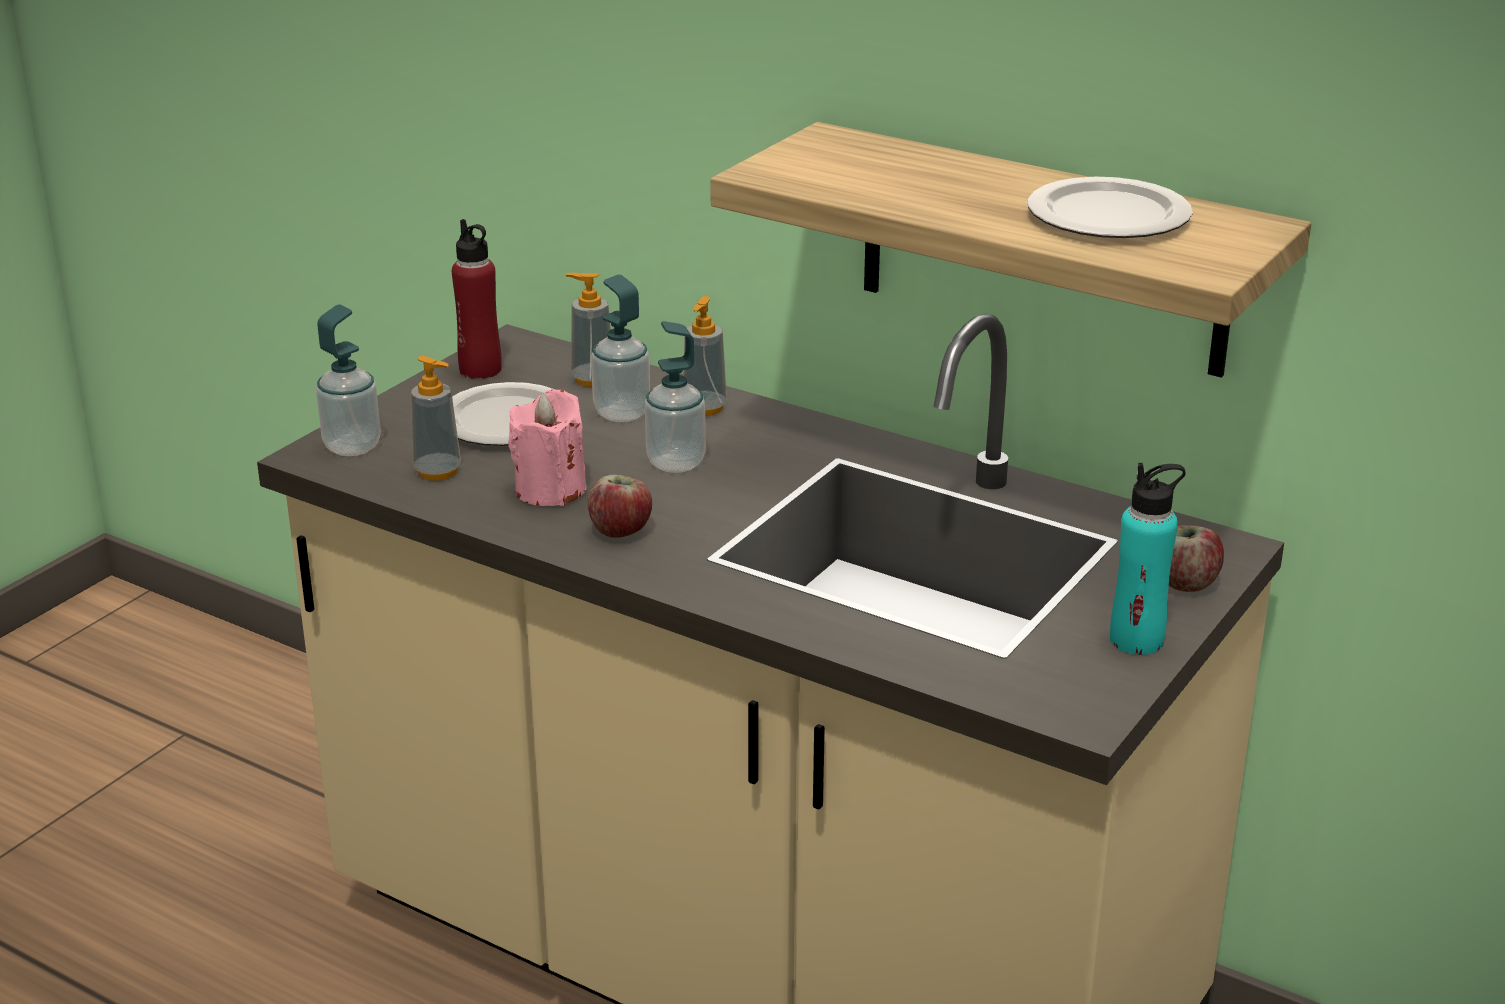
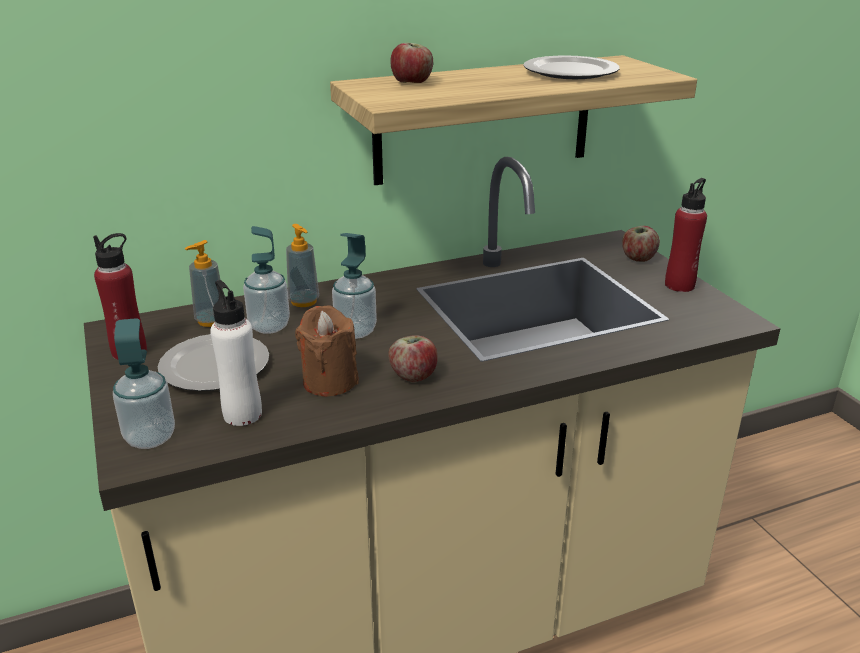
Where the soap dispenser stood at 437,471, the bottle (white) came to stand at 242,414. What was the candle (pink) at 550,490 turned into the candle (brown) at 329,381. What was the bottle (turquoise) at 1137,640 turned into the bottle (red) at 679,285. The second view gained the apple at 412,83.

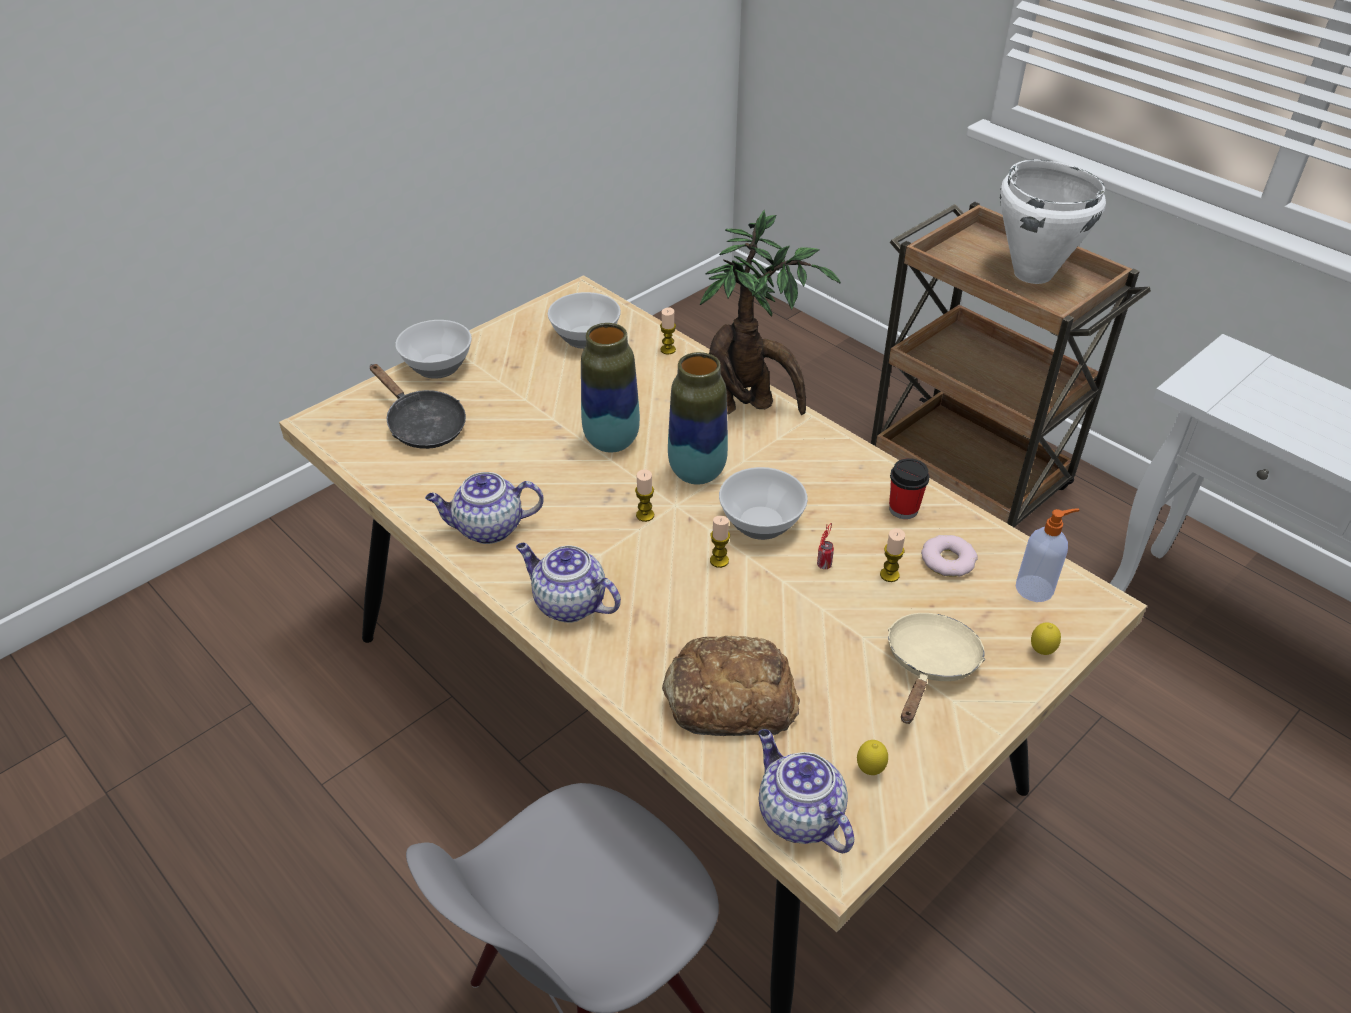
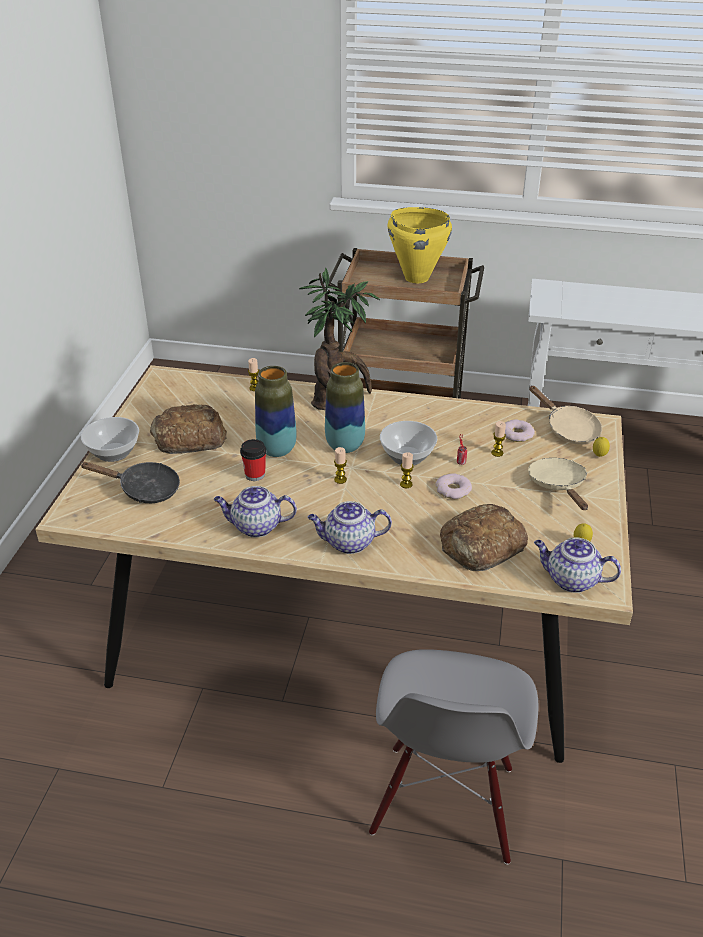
The teapot at 488,528 ended up facing another way, 45 degrees clockwise from before. The second view lost the bowl at 584,337. The cup ended up elsewhere, having gone from 903,509 to 255,475. What was the cooking pot (white) at 1032,273 turned into the cooking pot (yellow) at 416,278. Where the soap dispenser stood at 1035,588, the frying pan (beige) came to stand at 568,429. The second view gained the bread at 188,437. The second view gained the donut at 453,490.

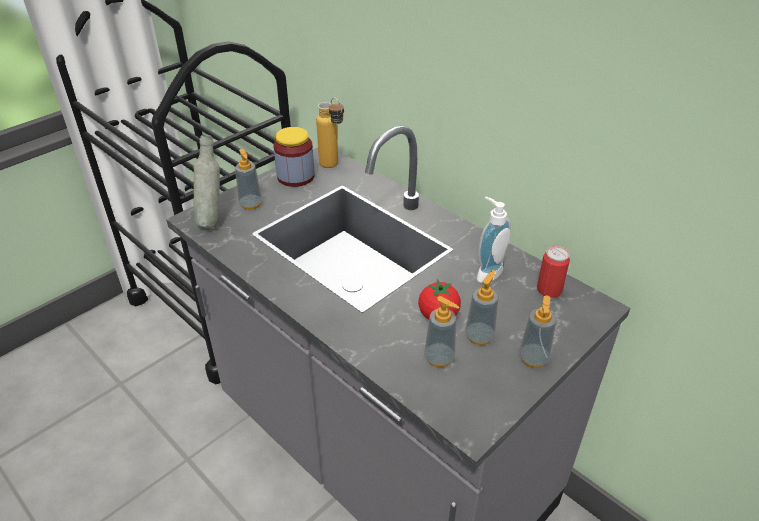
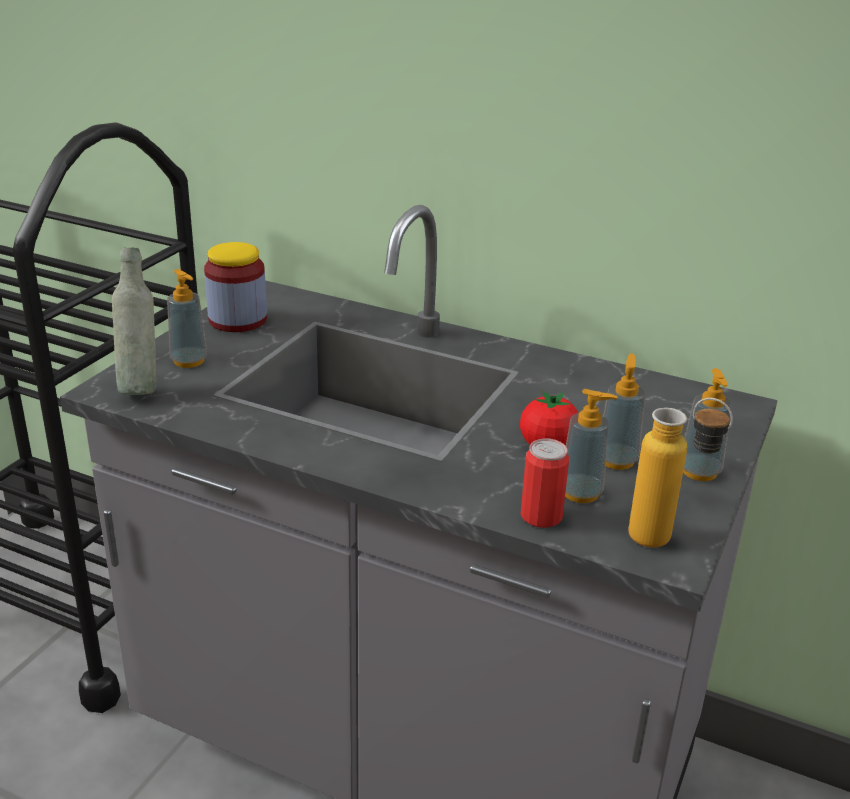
The bottle ended up elsewhere, having gone from 333,167 to 666,542. The second view lost the soap dispenser at 486,272. The can ended up elsewhere, having gone from 549,290 to 541,516.

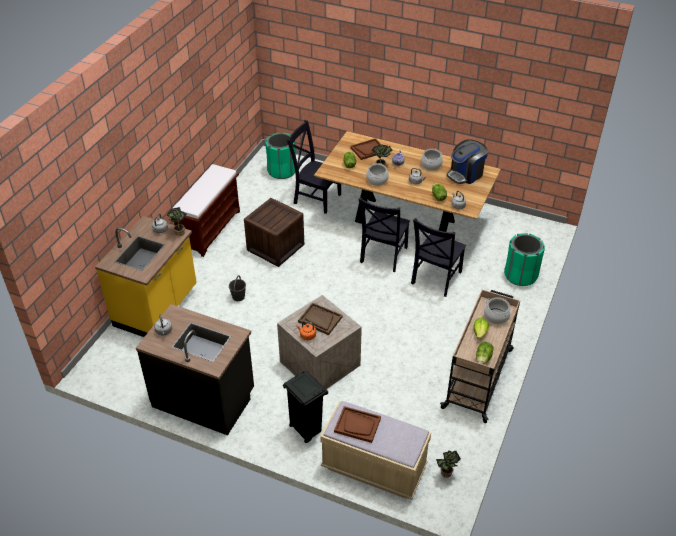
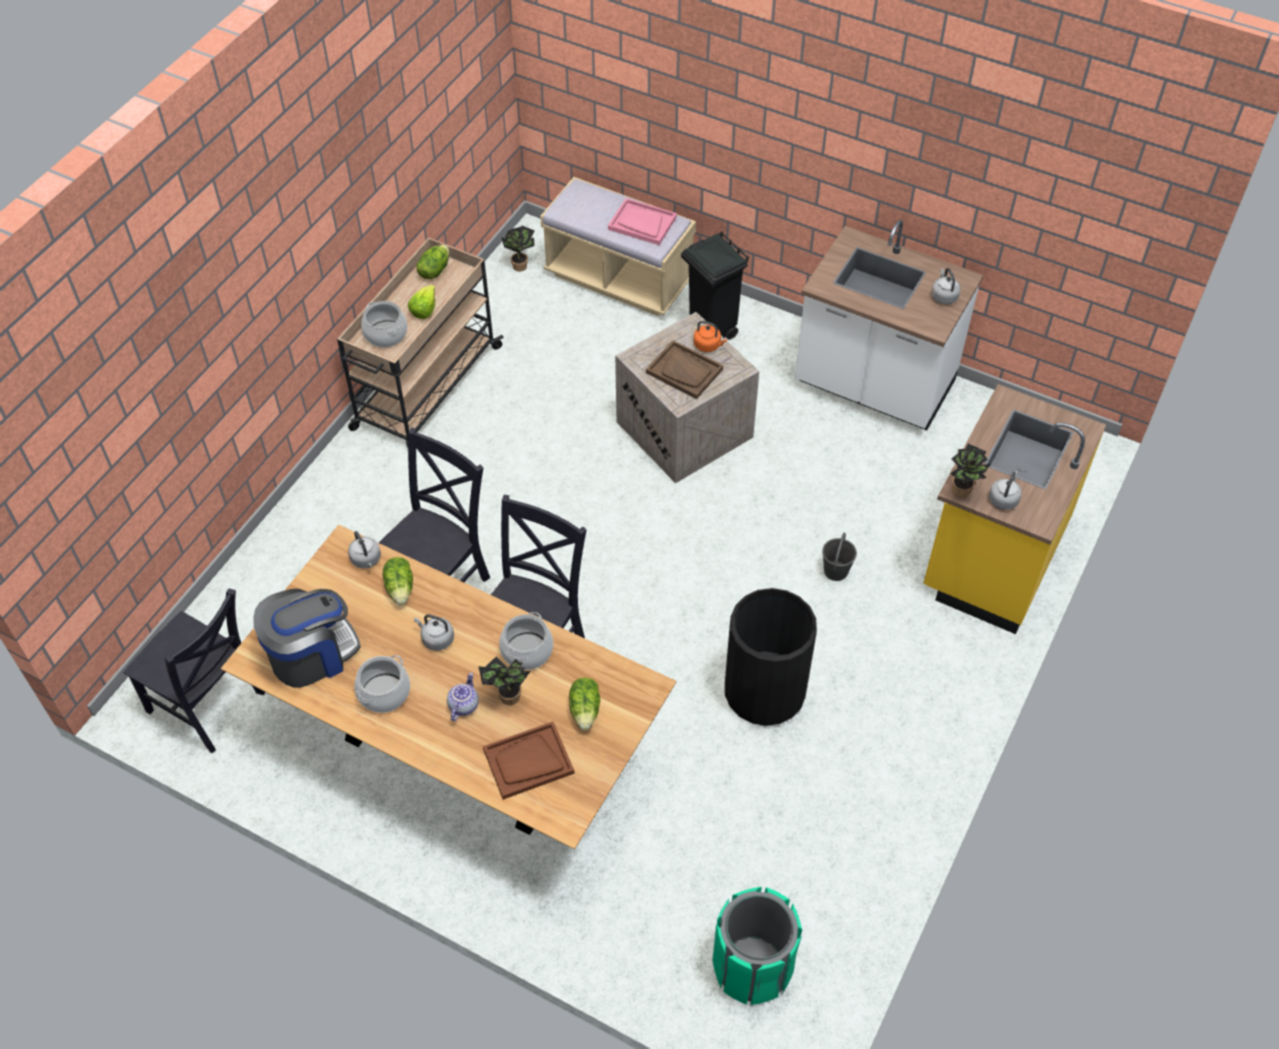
What was the counter (black) at 204,398 turned into the counter (white) at 873,386. The second view lost the bench (brown) at 210,229. Where the crate stood at 275,247, the trash can (black) came to stand at 764,692. The chair (black) ended up elsewhere, having gone from 315,198 to 209,705. What was the tray (brown) at 357,425 turned into the tray (pink) at 642,223. The second view lost the trash can (green) at 520,275.

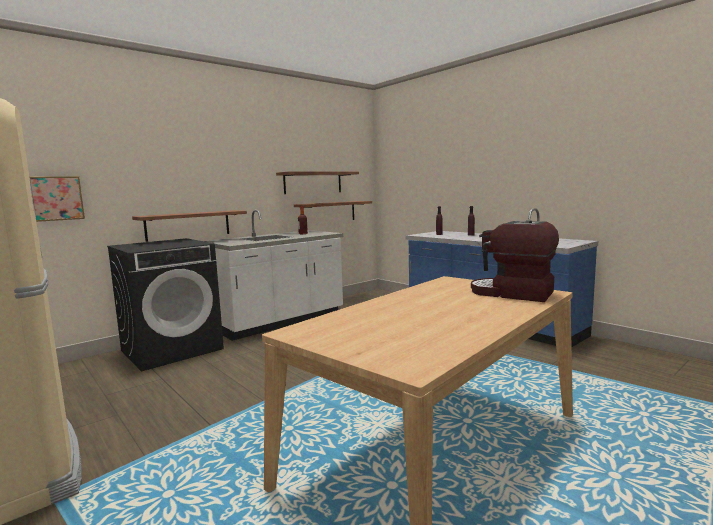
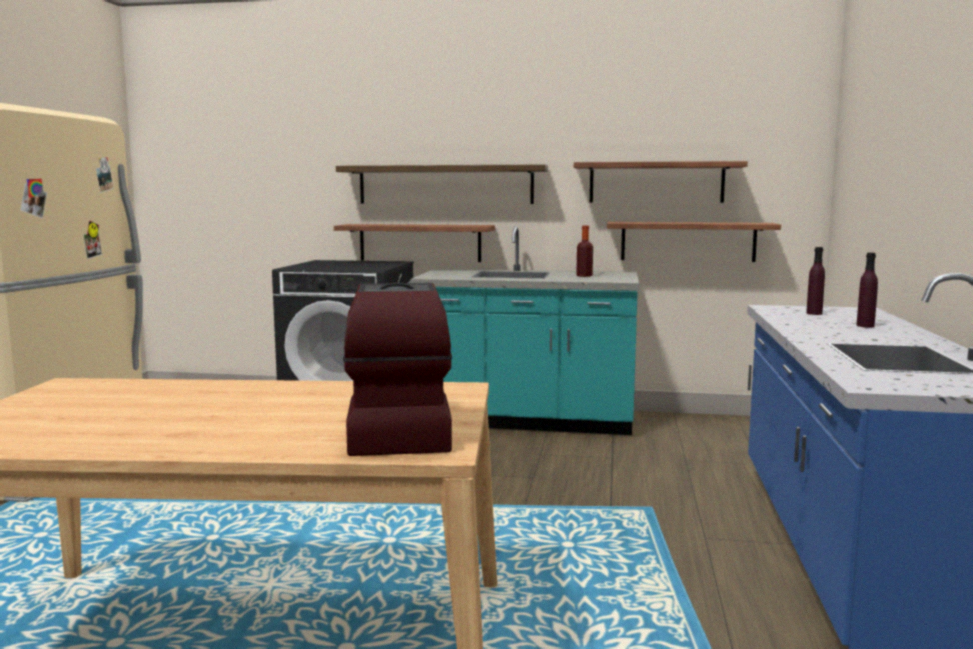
The second view lost the picture at 56,198. What was the counter (white) at 280,321 turned into the counter (turquoise) at 527,420. The second view gained the shelf at 445,185.

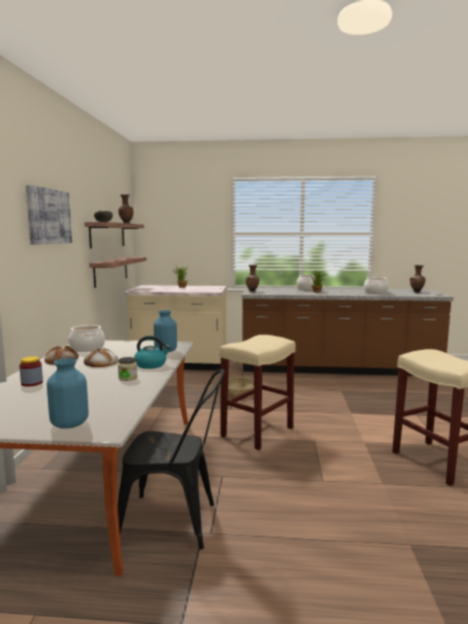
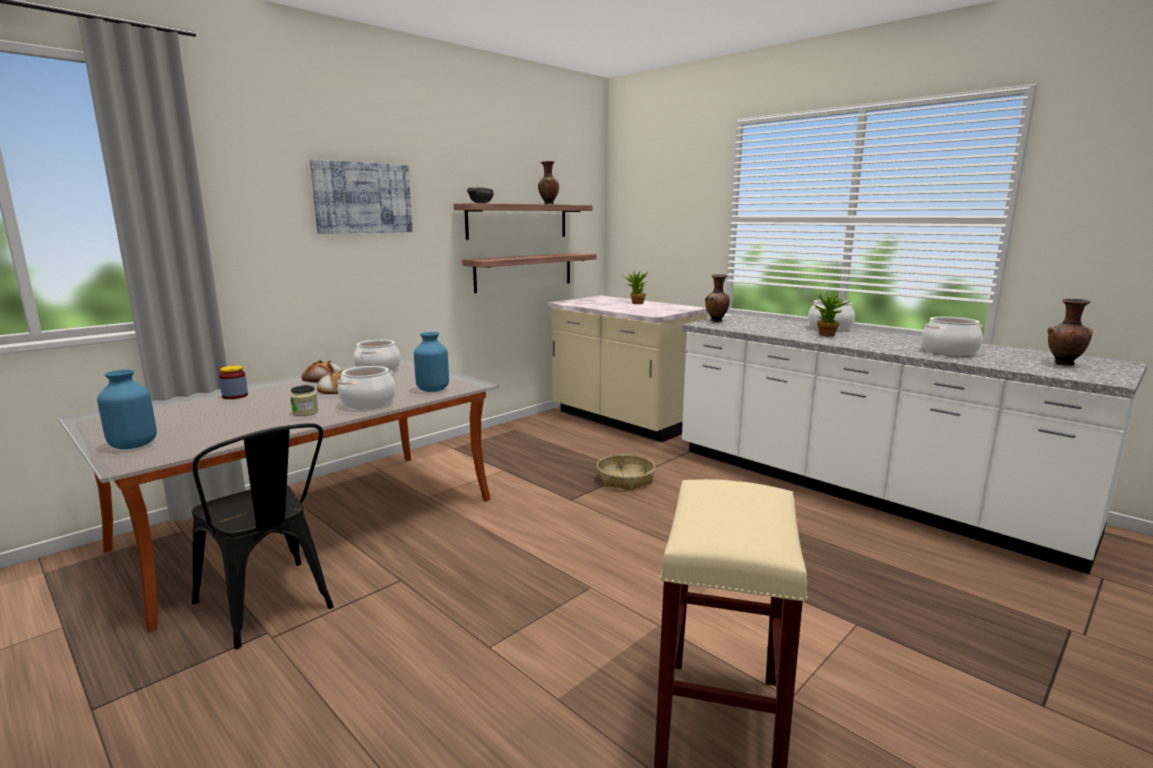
Where the kettle stood at 151,365, the cooking pot came to stand at 368,403. The second view lost the stool (beige) at 257,431. What was the counter (brown) at 337,368 turned into the counter (white) at 860,490.

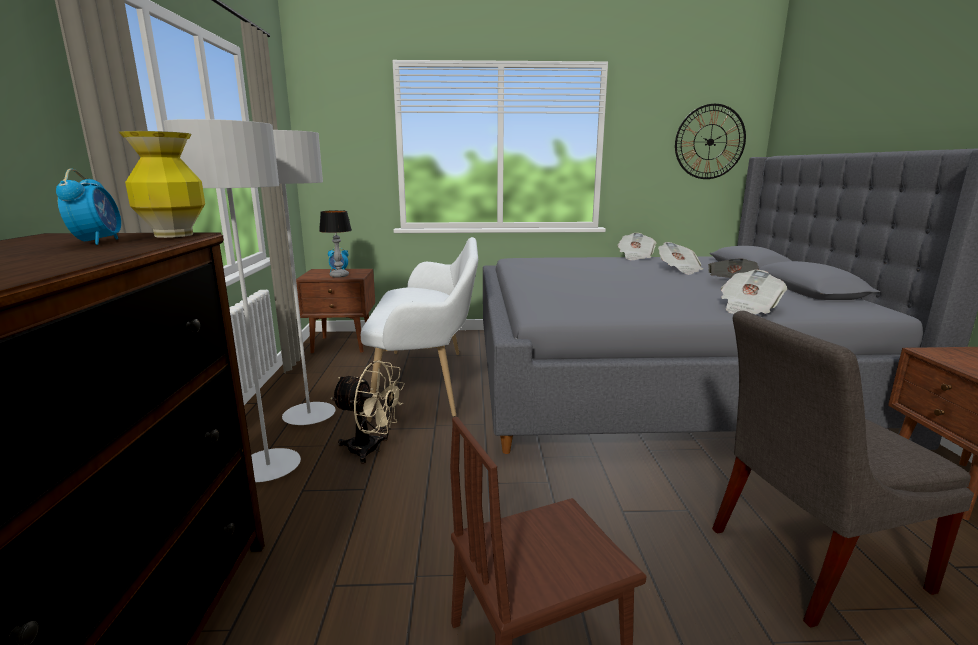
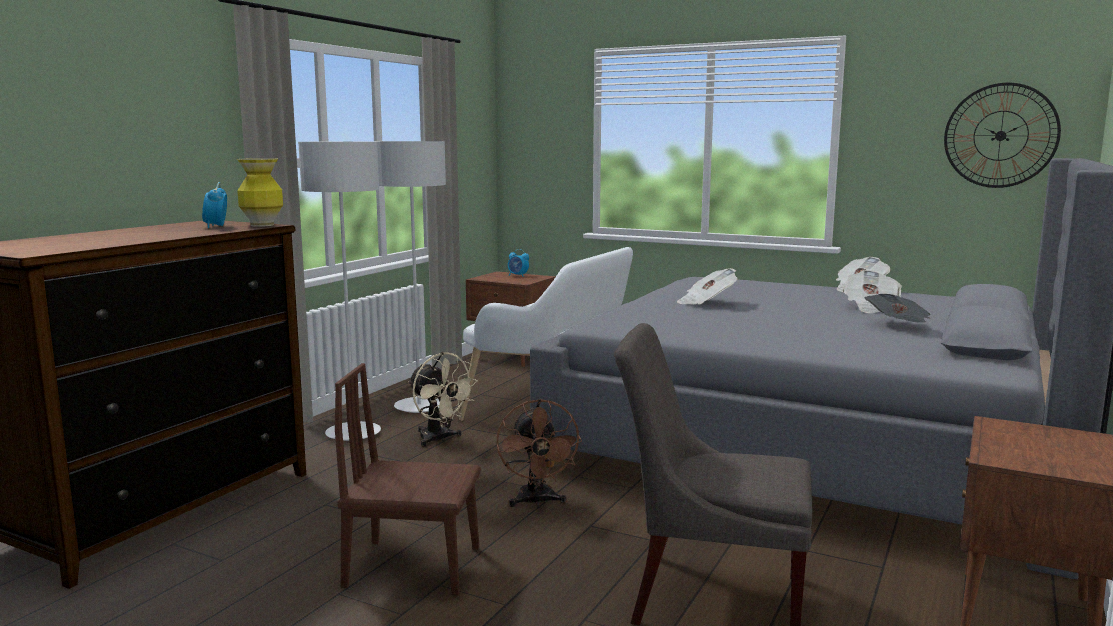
The alarm clock at 98,242 ended up facing another way, 150 degrees clockwise from before. The second view lost the table lamp at 339,276. The newspaper ended up elsewhere, having gone from 748,308 to 706,302. The second view gained the fan (brown) at 537,502.

